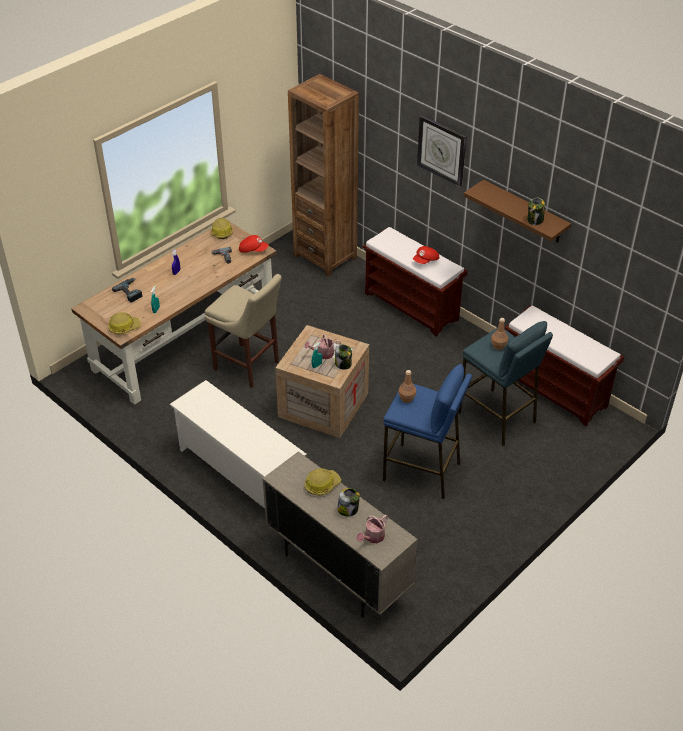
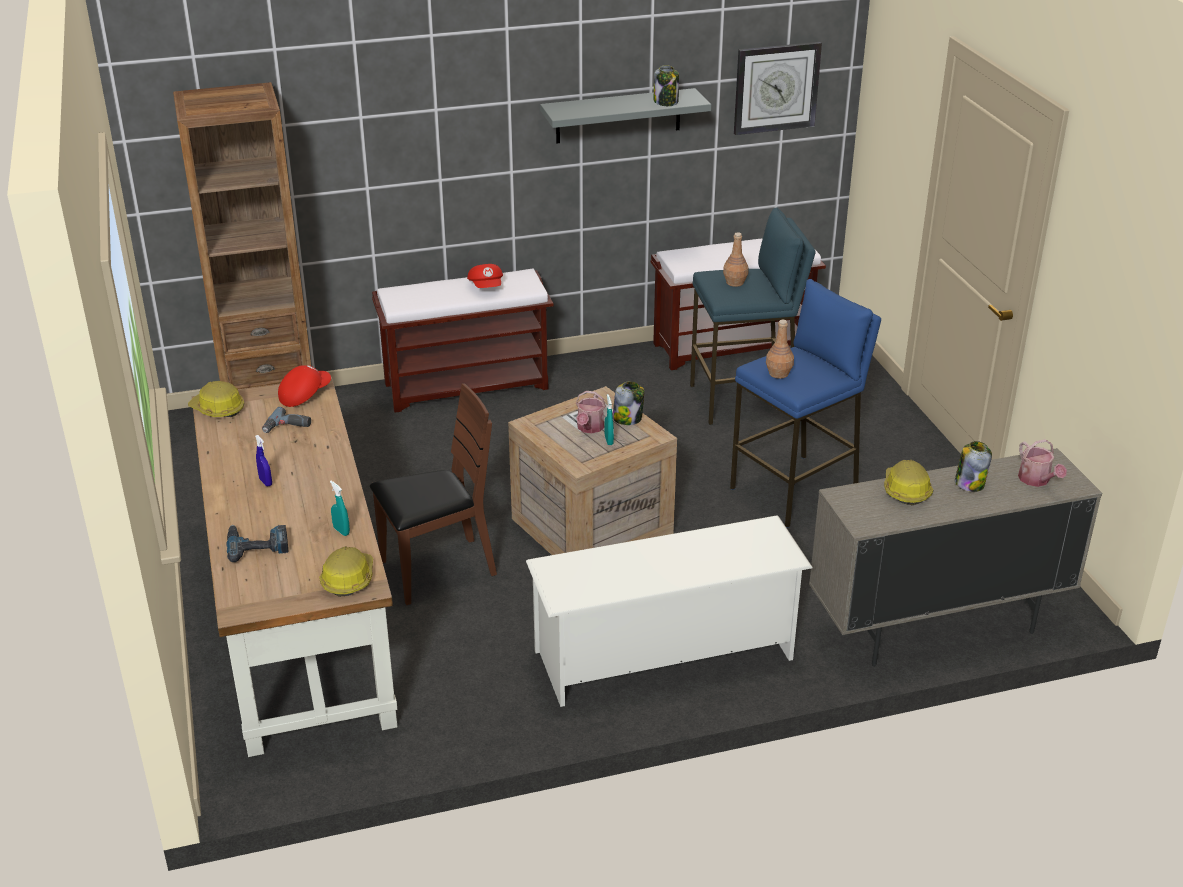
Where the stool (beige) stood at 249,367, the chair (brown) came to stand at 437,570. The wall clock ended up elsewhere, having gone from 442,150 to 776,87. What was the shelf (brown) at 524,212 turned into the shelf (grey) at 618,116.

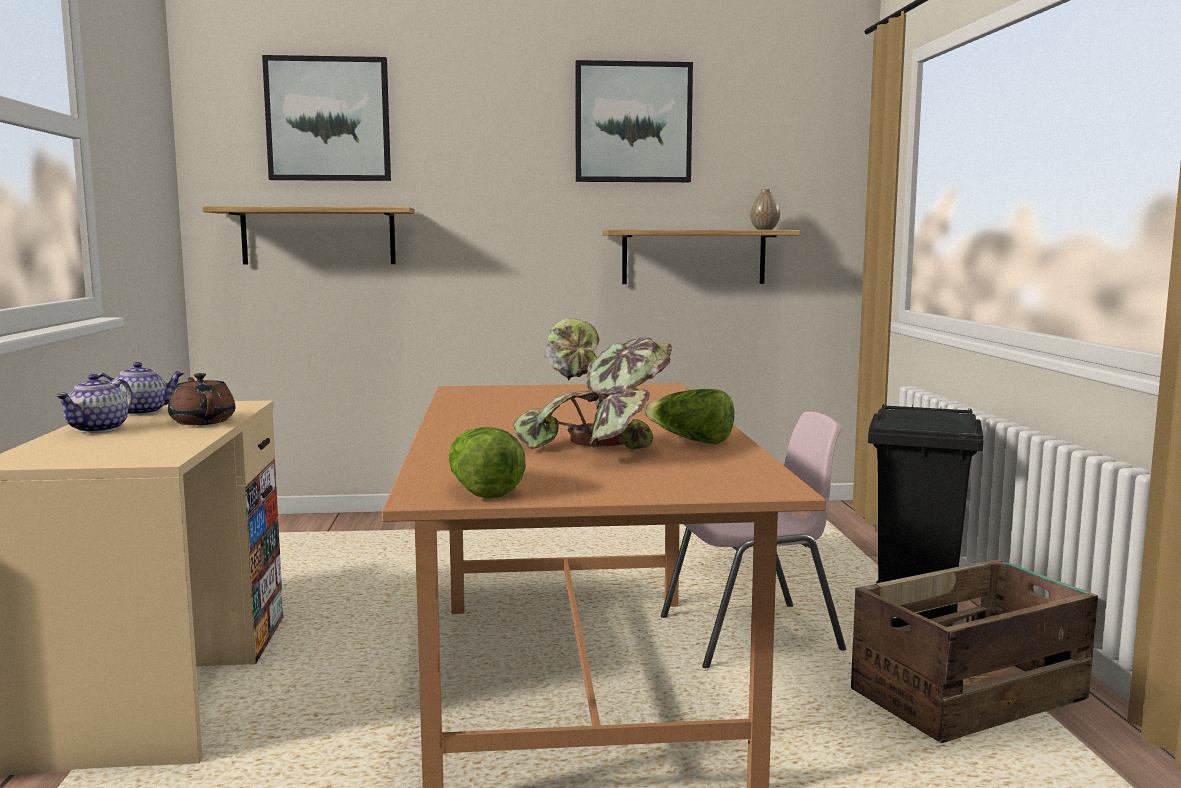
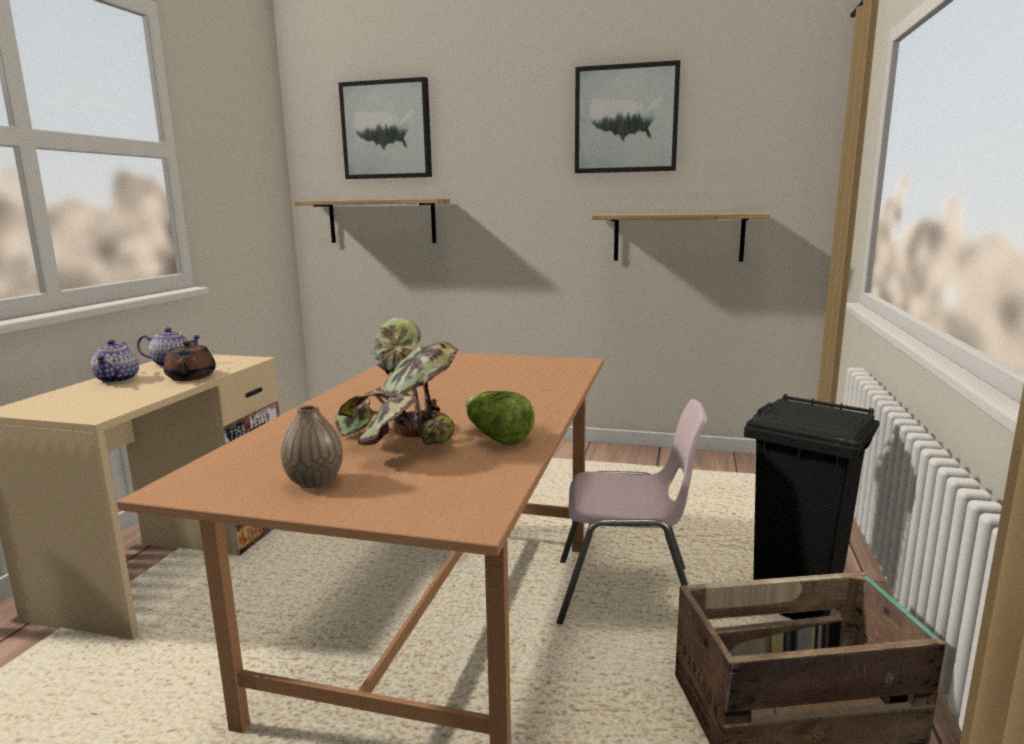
The teapot at 99,429 ended up facing another way, 45 degrees counterclockwise from before. The second view lost the lettuce at 482,489. The vase ended up elsewhere, having gone from 764,229 to 314,482.

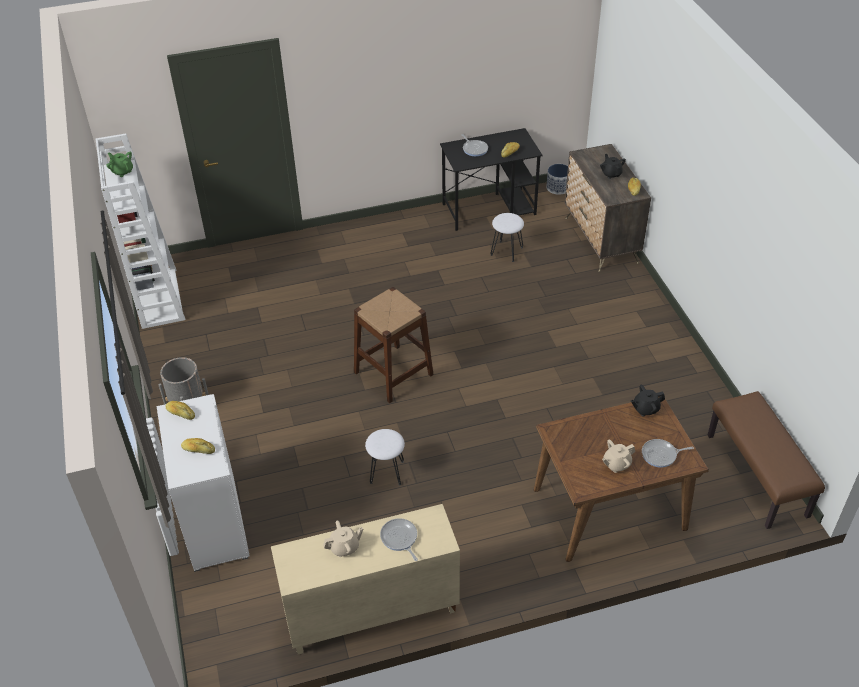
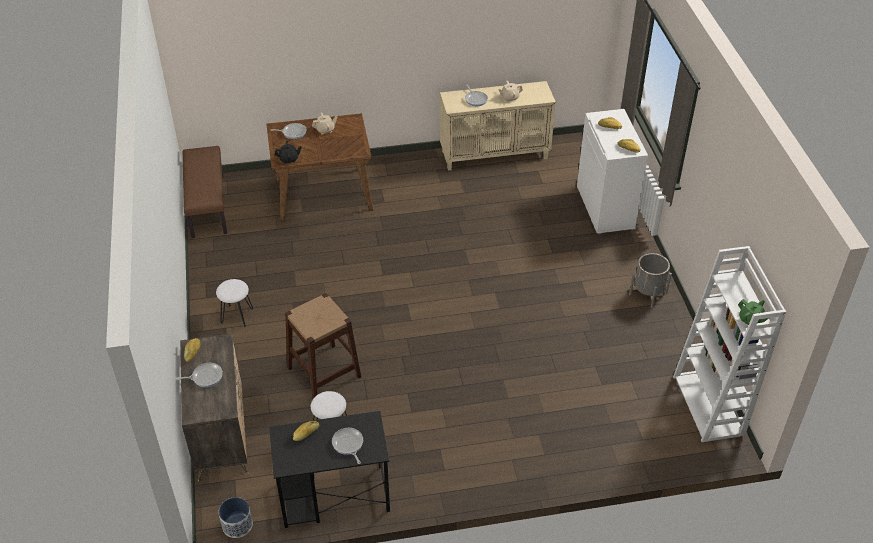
The stool (brown) ended up elsewhere, having gone from 393,373 to 324,372. The stool (white) ended up elsewhere, having gone from 387,472 to 236,316. Where the teapot (black) stood at 611,174, the frying pan came to stand at 205,377.

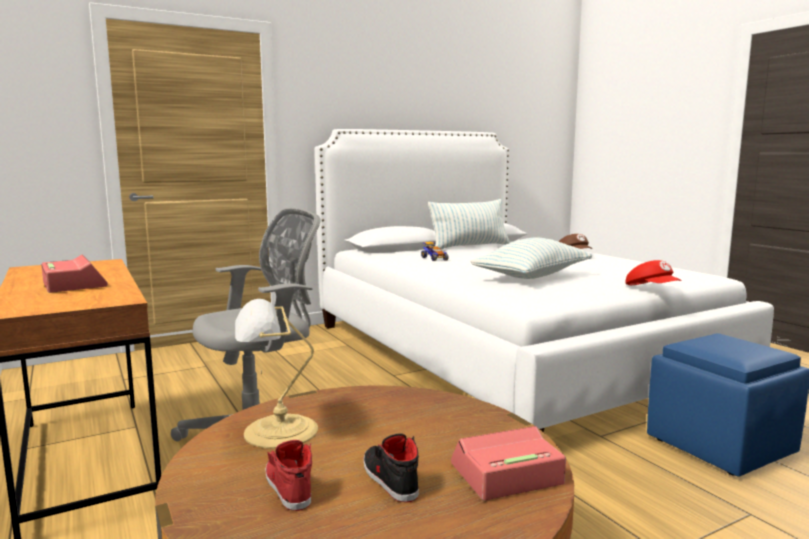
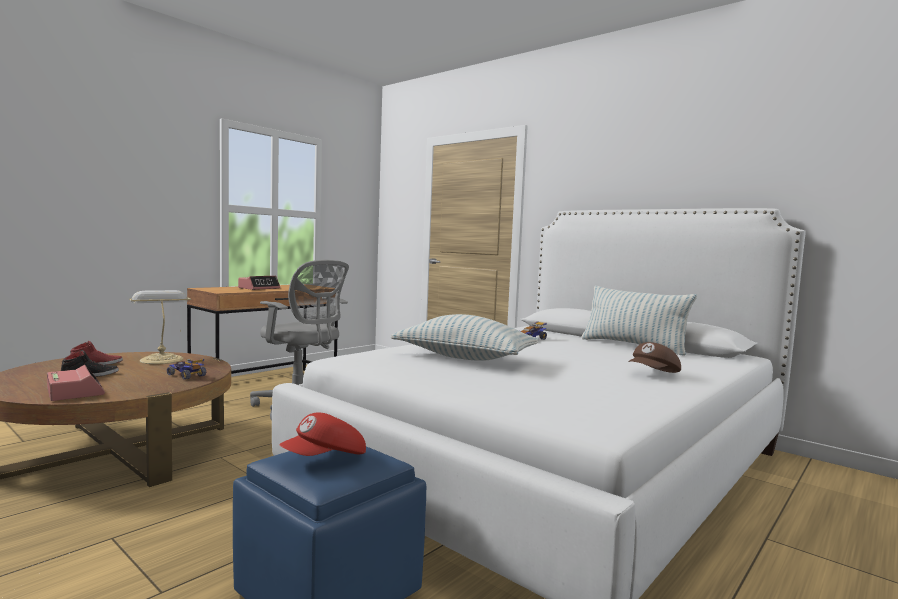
The cap (red) ended up elsewhere, having gone from 652,289 to 325,459. The second view gained the toy car at 187,375.

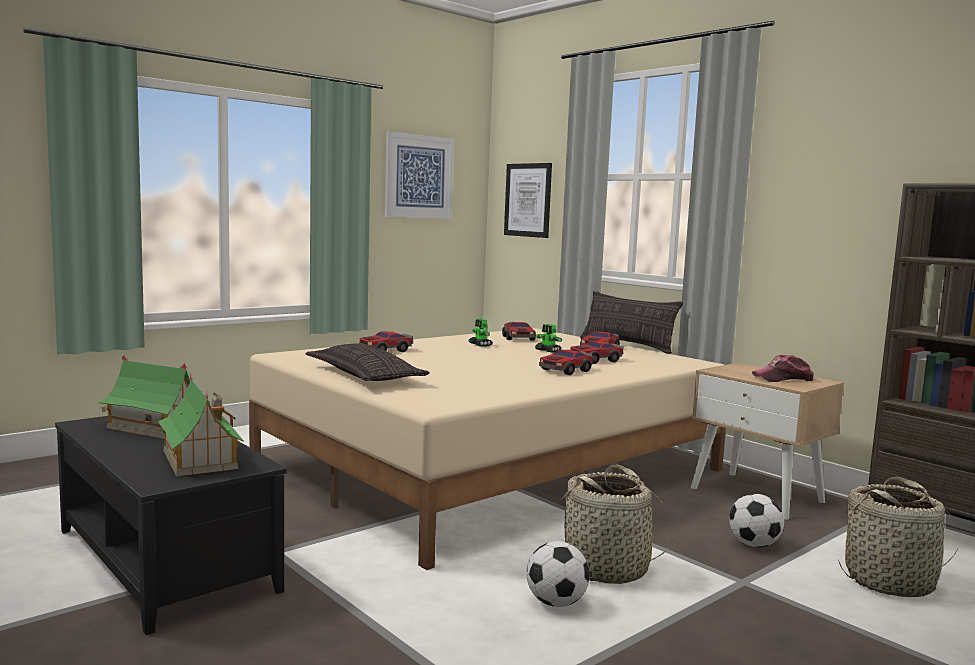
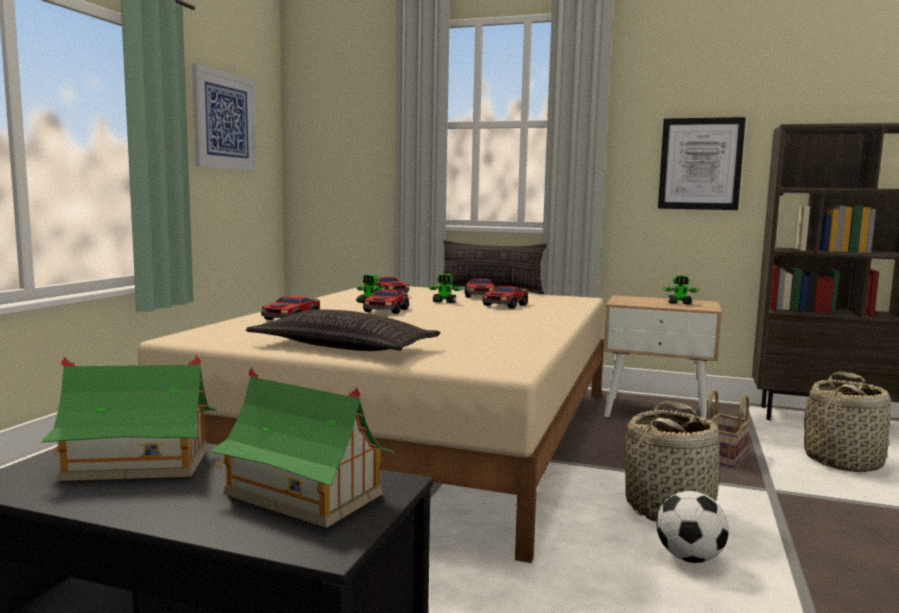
The picture ended up elsewhere, having gone from 528,200 to 700,164. The toy car ended up elsewhere, having gone from 566,370 to 387,310. Where the football stood at 754,544, the basket came to stand at 724,455. Where the cap stood at 783,379, the toy robot came to stand at 679,303.

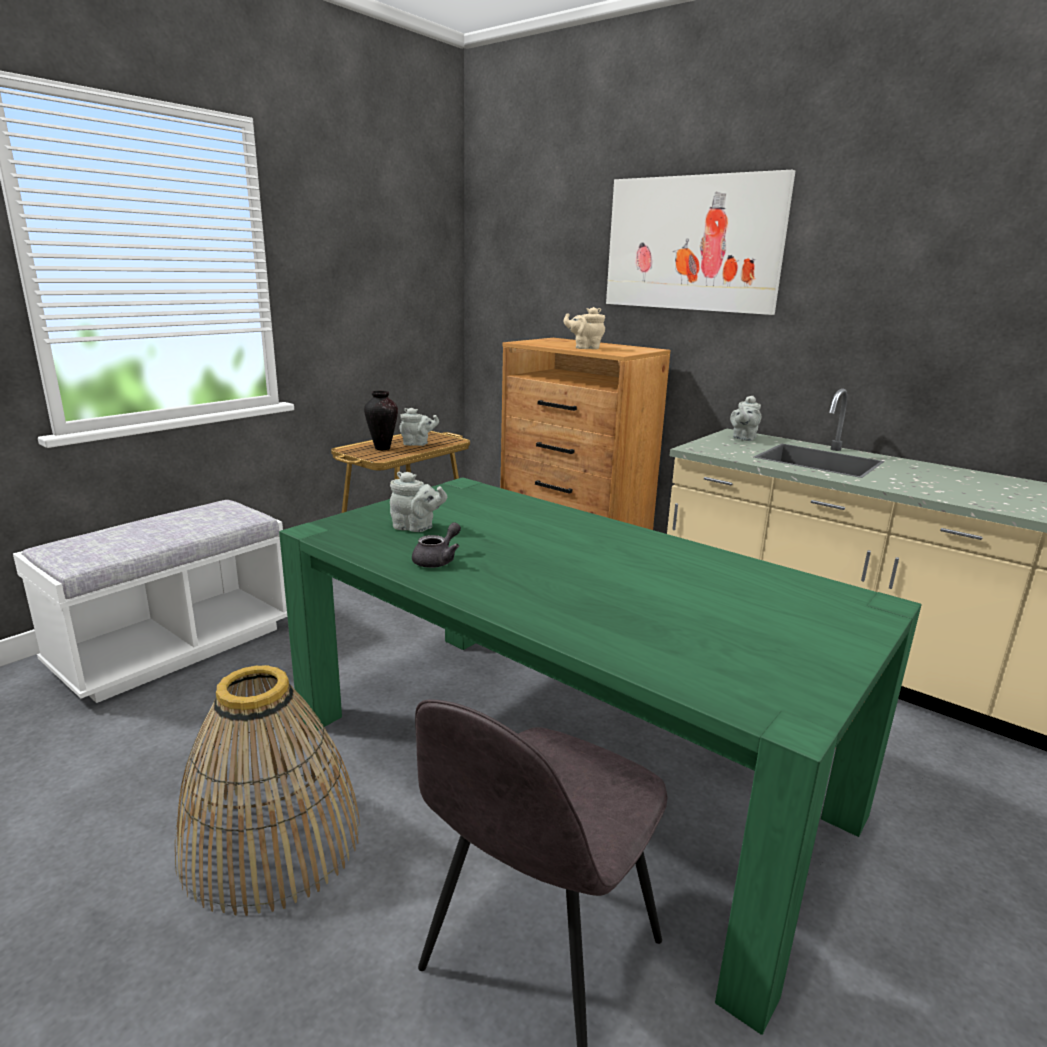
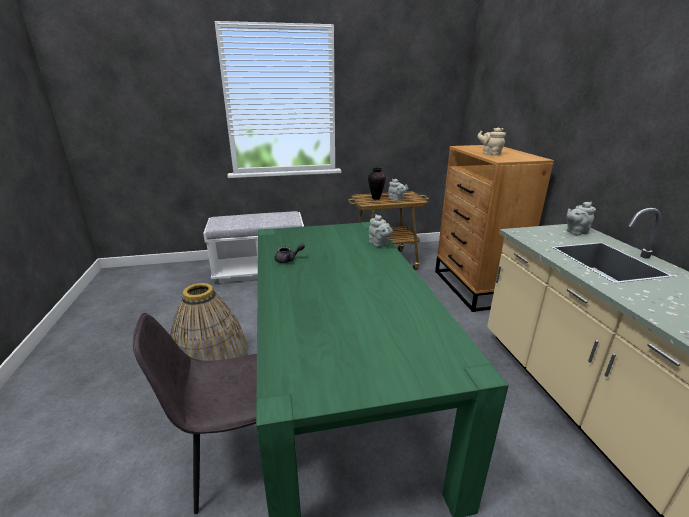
The teapot (grey) ended up elsewhere, having gone from 416,528 to 379,244. The second view lost the picture at 692,244.

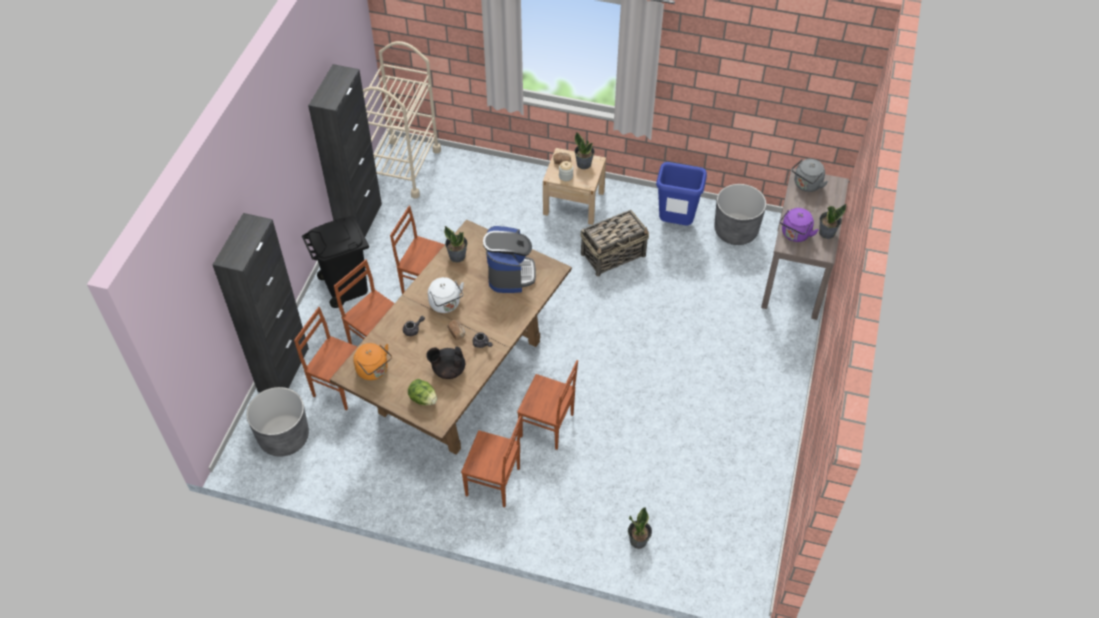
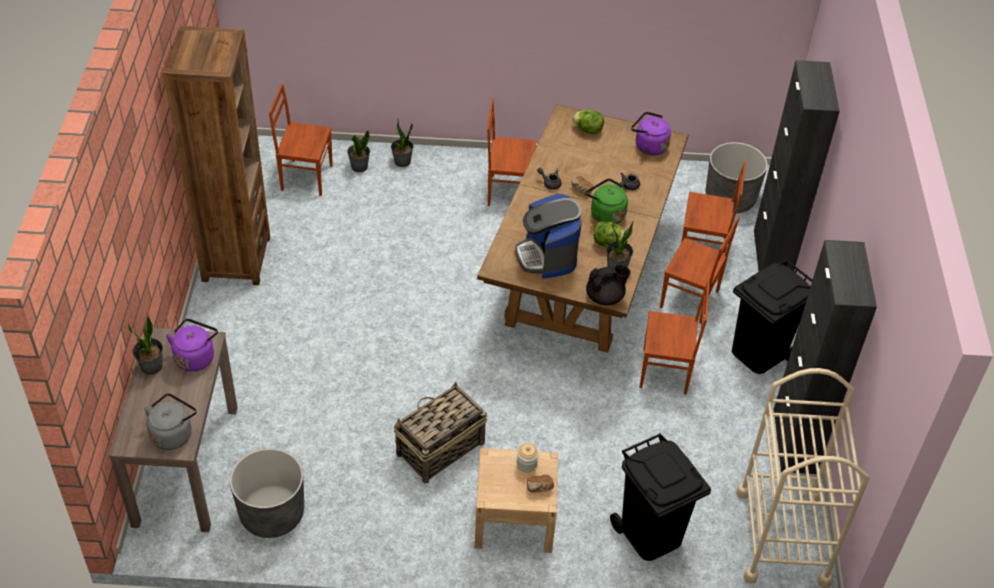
What was the kettle (orange) at 374,370 turned into the kettle (purple) at 648,146. The teapot (black) ended up elsewhere, having gone from 448,370 to 605,297. What was the kettle (white) at 446,305 turned into the kettle (green) at 605,214. The chair (brown) ended up elsewhere, having gone from 547,426 to 306,177. The potted plant ended up elsewhere, having gone from 584,164 to 402,162. The second view lost the trash can (blue) at 675,223. The second view gained the bookcase (brown) at 236,259. The second view gained the lettuce at 608,243. The second view gained the trash can (black) at 650,534.

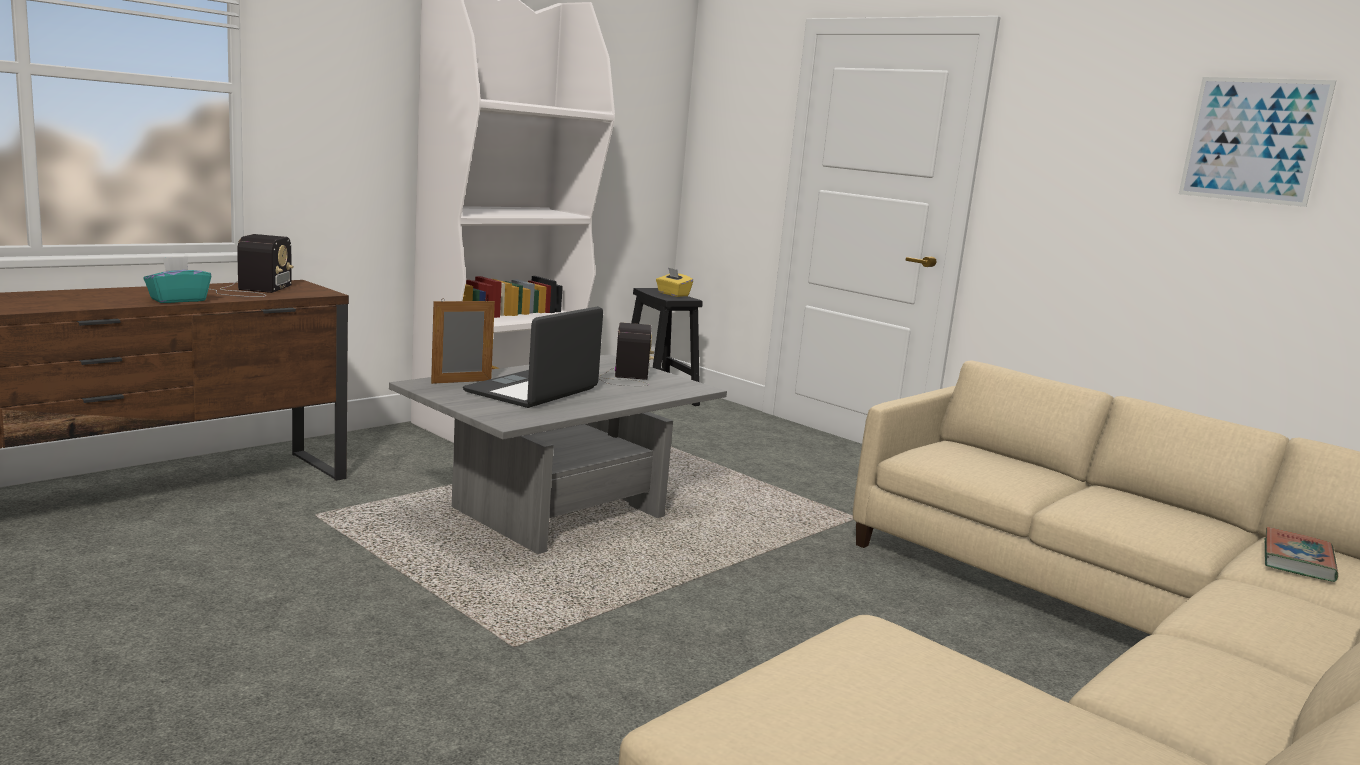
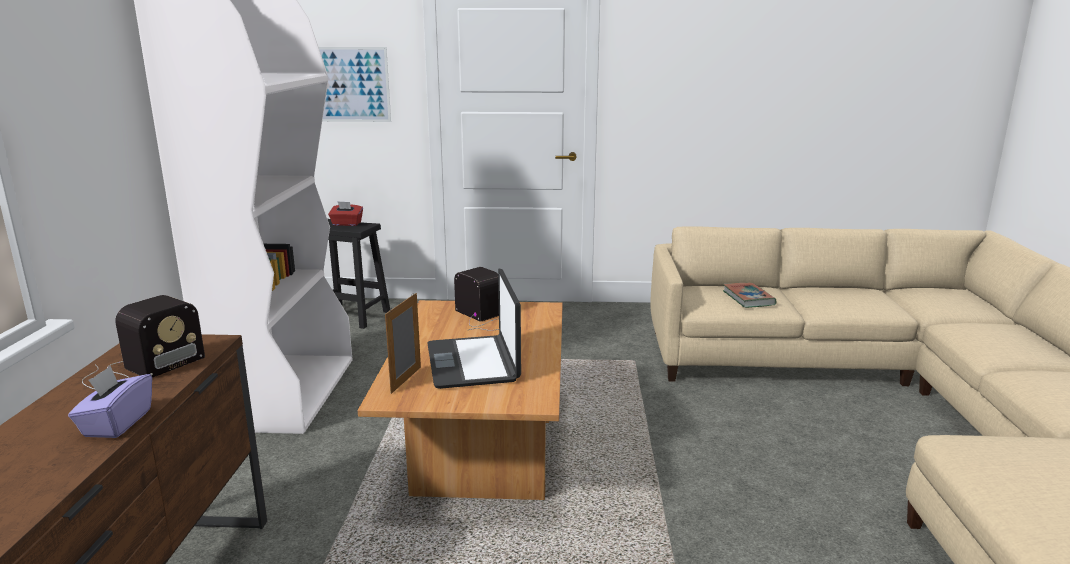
What was the tissue box (turquoise) at 178,300 turned into the tissue box (purple) at 117,423. The radio at 253,290 ended up facing another way, 75 degrees clockwise from before. What was the coffee table (grey) at 557,510 turned into the coffee table (brown) at 479,454. What was the tissue box (yellow) at 673,294 turned into the tissue box (red) at 346,224. The picture ended up elsewhere, having gone from 1253,140 to 353,84. The book ended up elsewhere, having gone from 1297,561 to 748,298.

